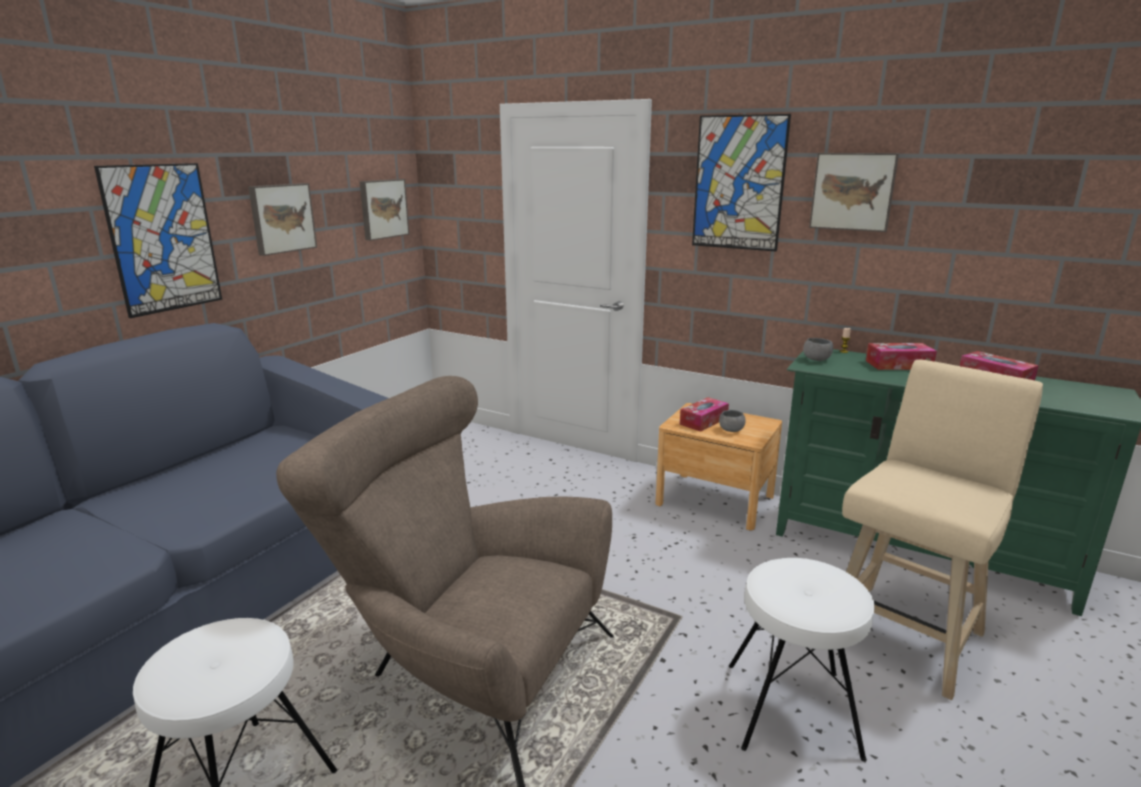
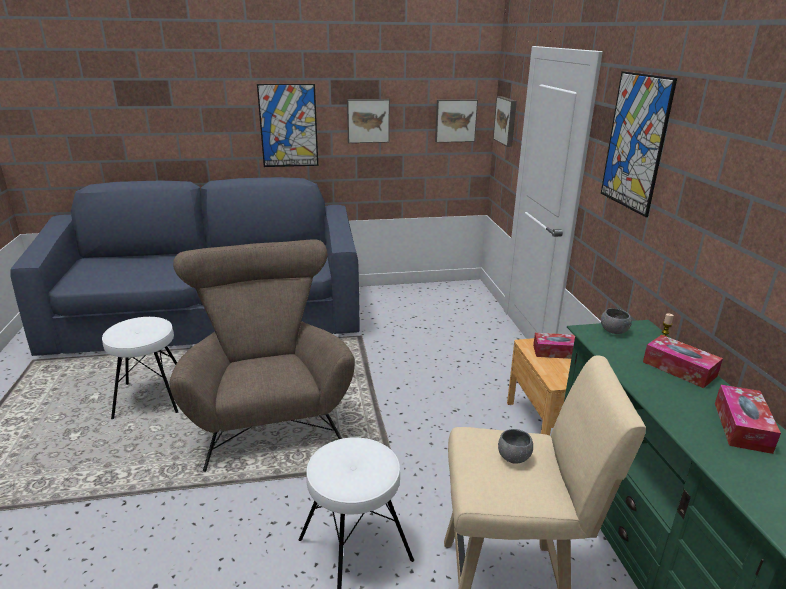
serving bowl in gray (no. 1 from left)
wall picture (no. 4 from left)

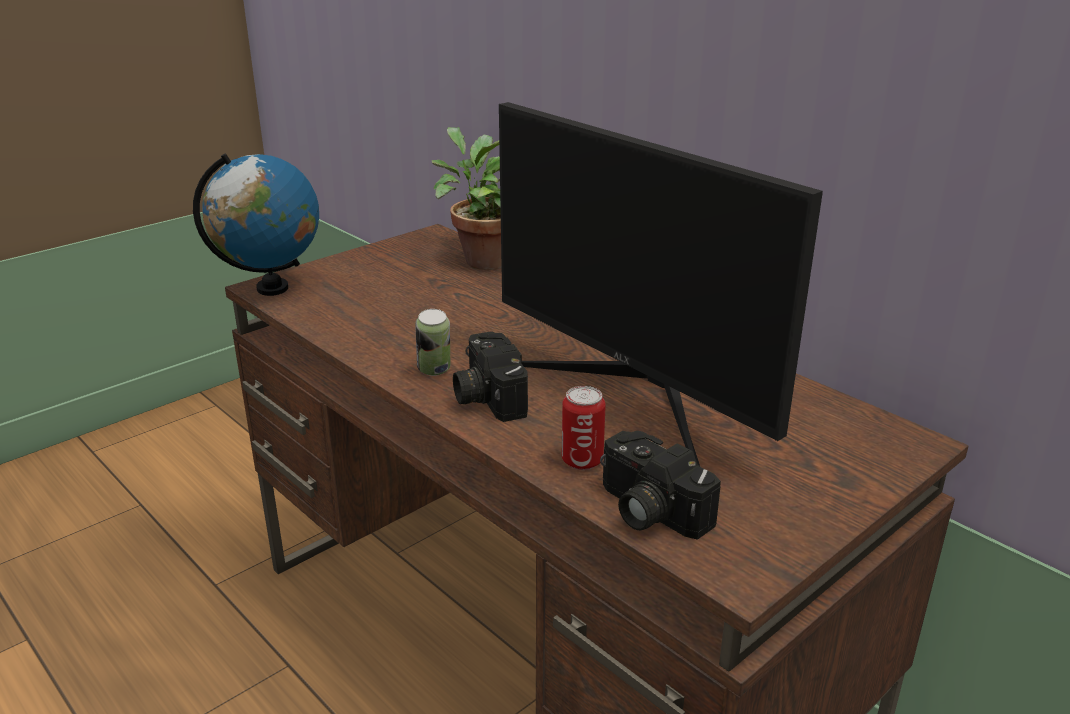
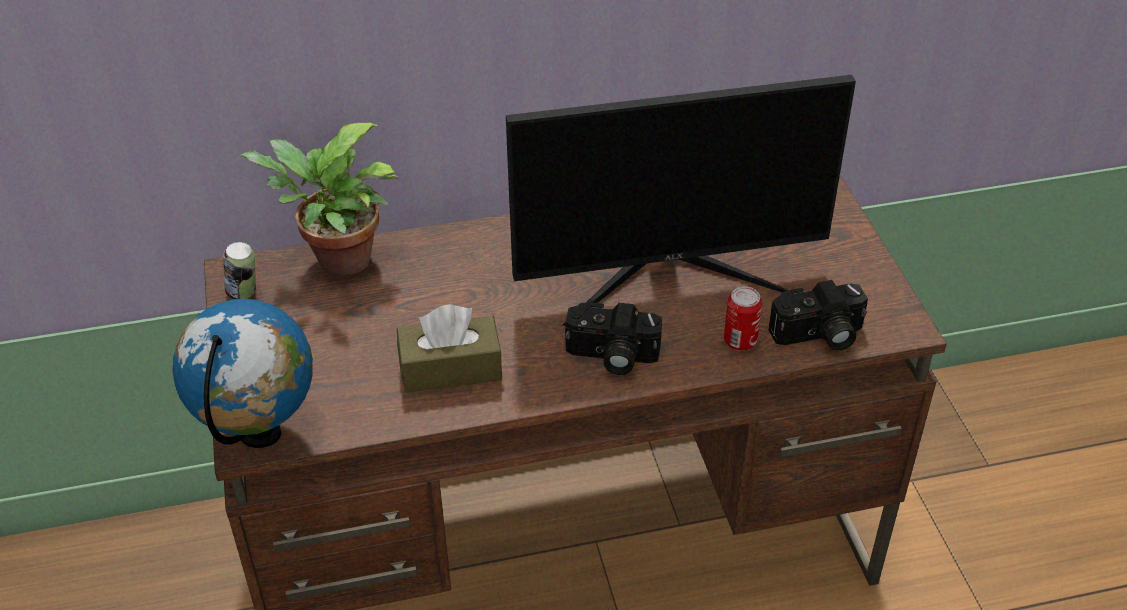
tissue box in brownish
metal can (no. 1 from left)

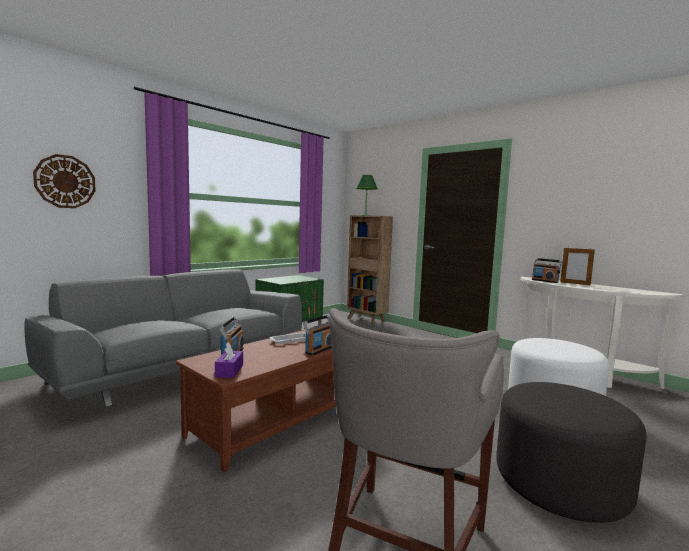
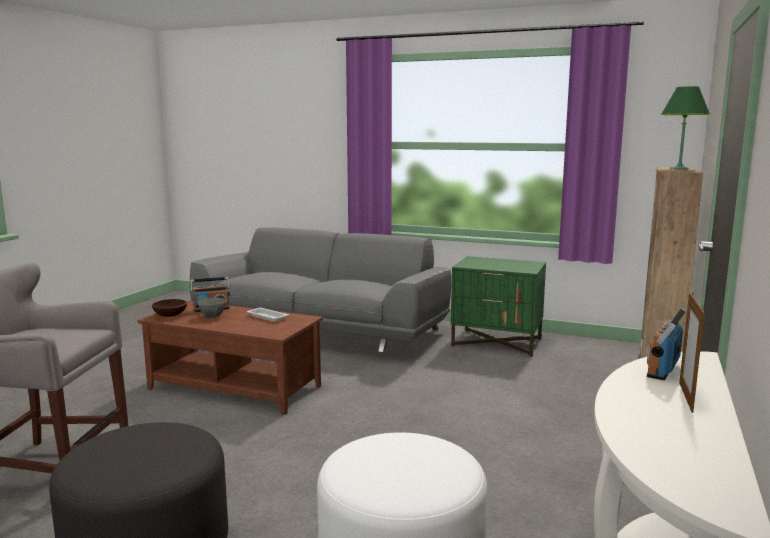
clock on the wall
radio (no. 2 from left in the first image)
serving bowl in gray
serving bowl in brownish

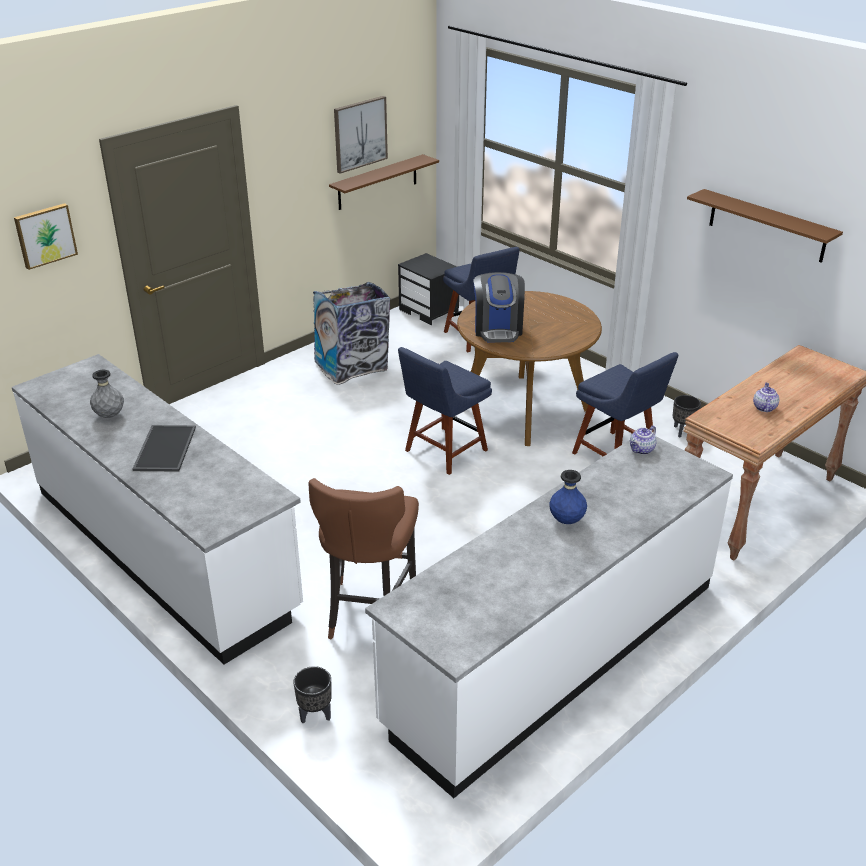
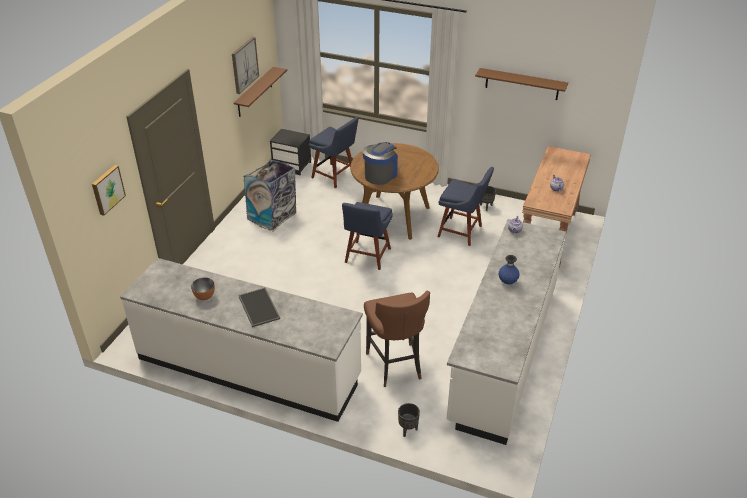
serving bowl
coffee machine

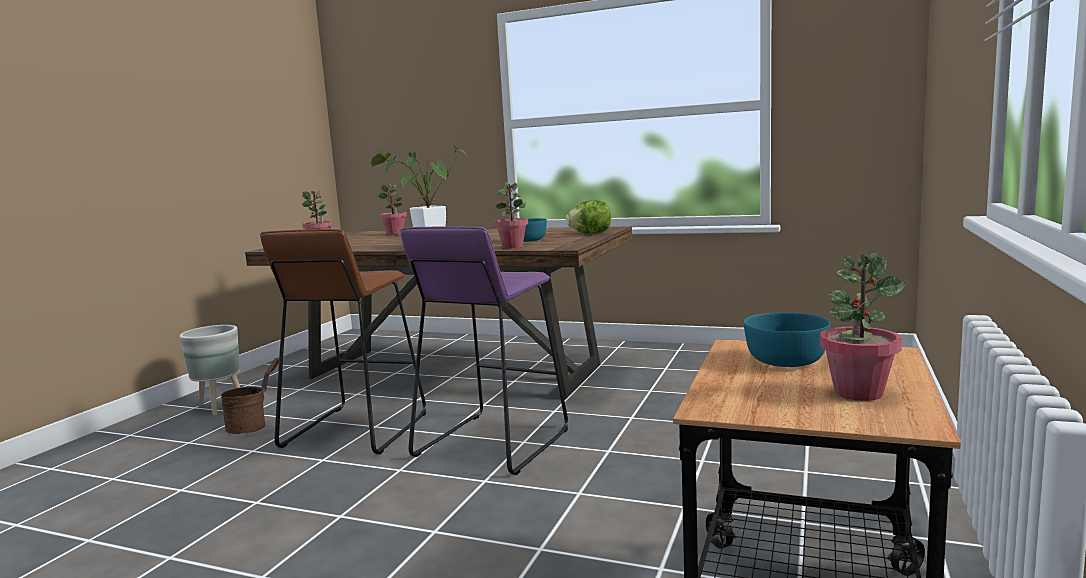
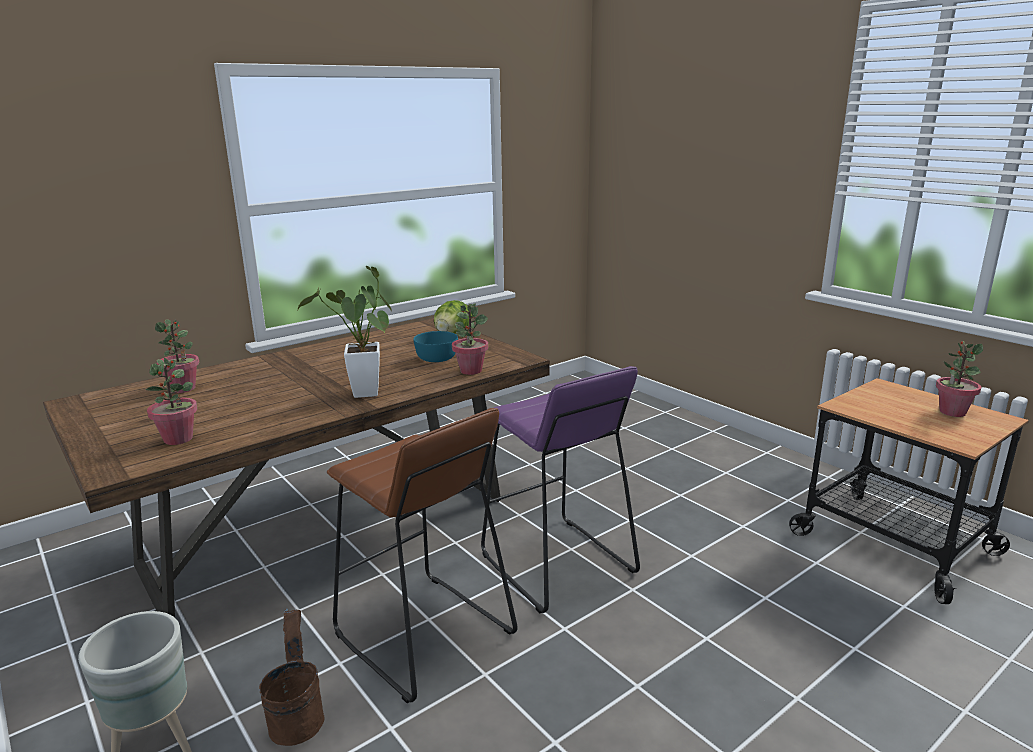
serving bowl in blue-green (no. 2 from left in the first image)

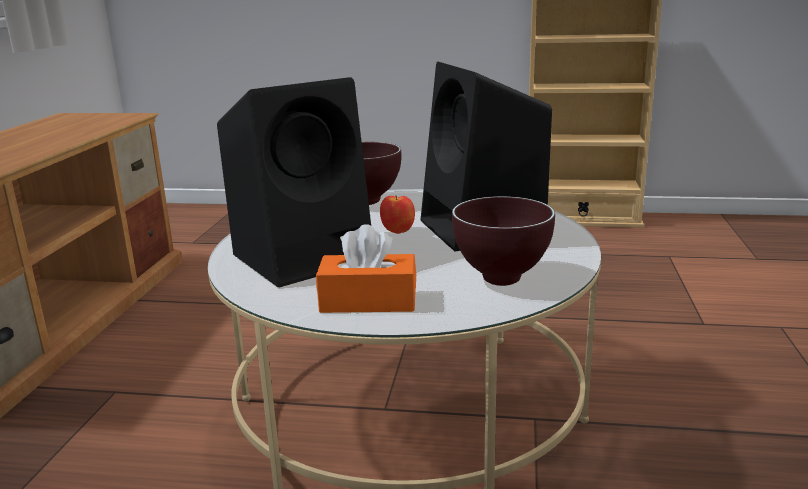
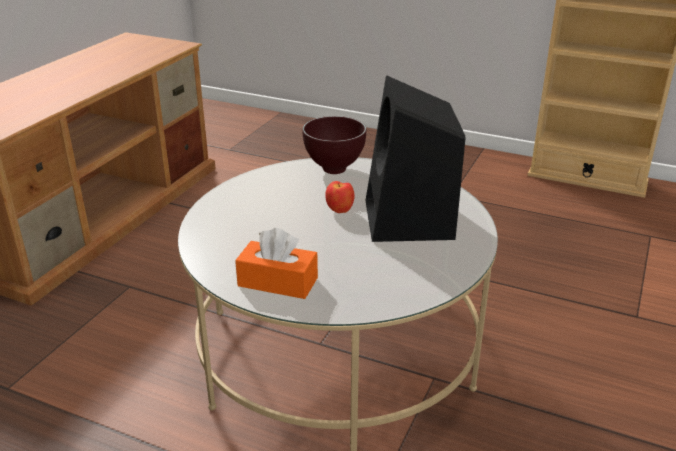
audio speaker in black-coloured (no. 1 from left in the first image)
serving bowl in brownish (no. 2 from left in the first image)

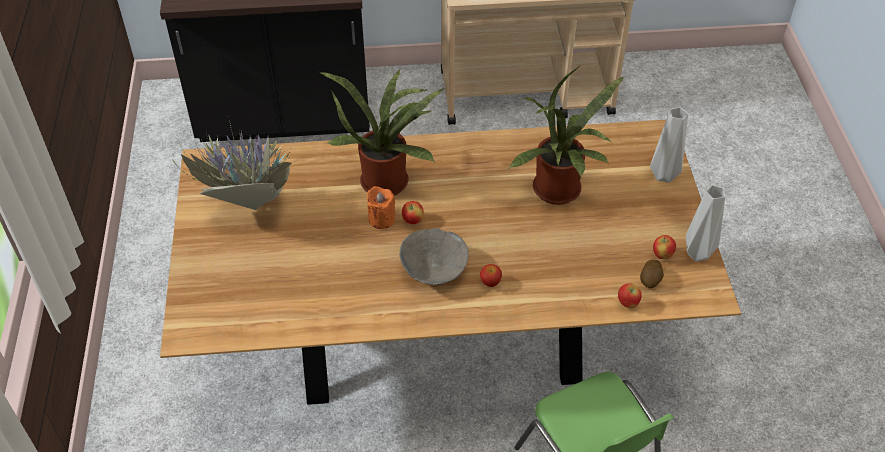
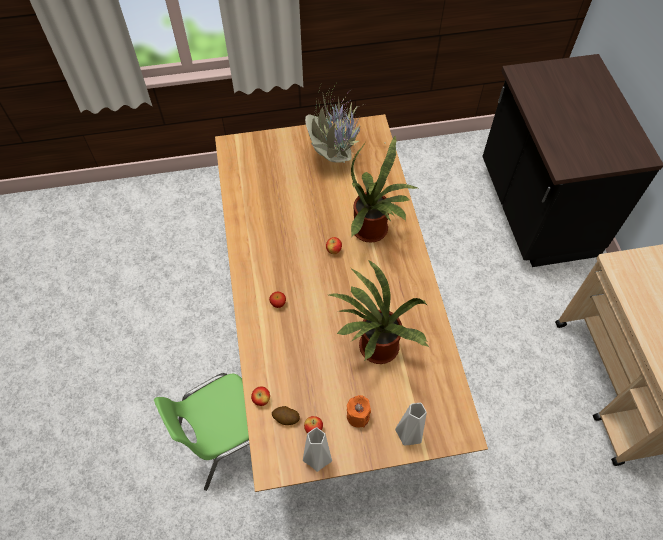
serving bowl in gray
wax light in orange

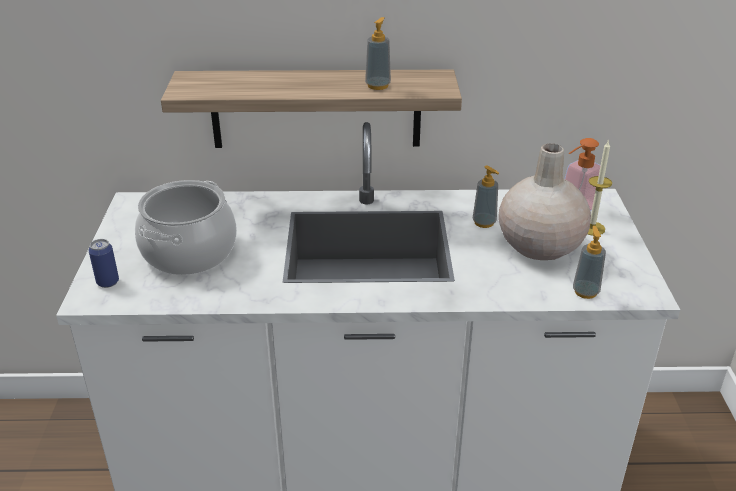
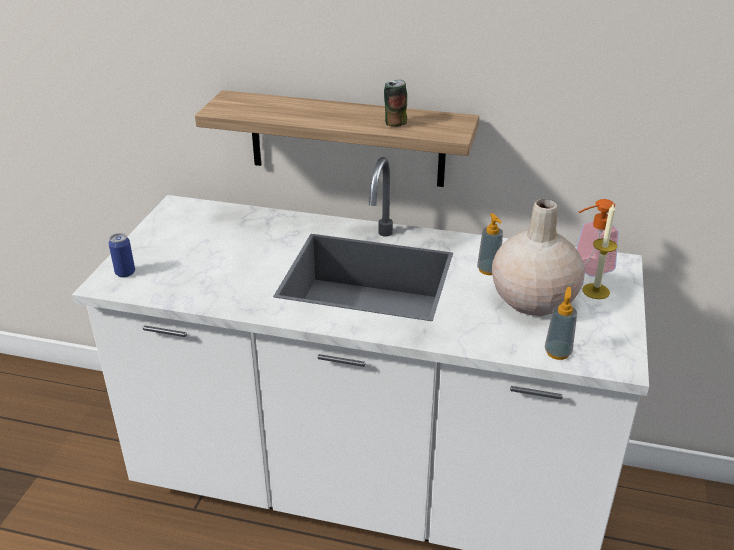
saucepot
metal can (no. 2 from left)

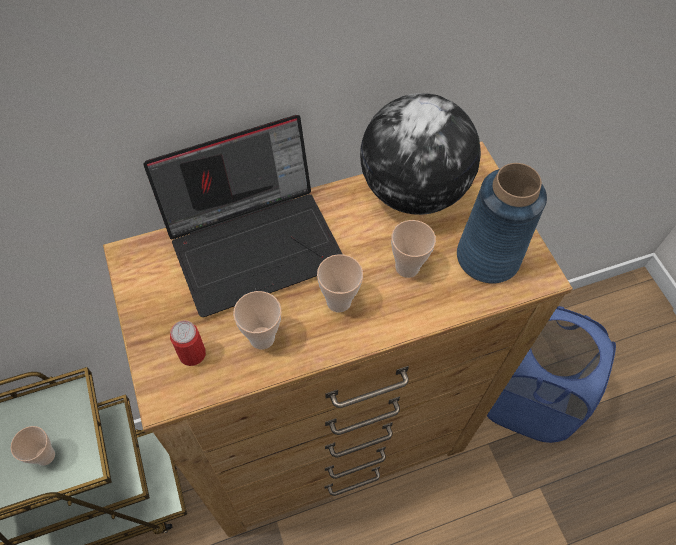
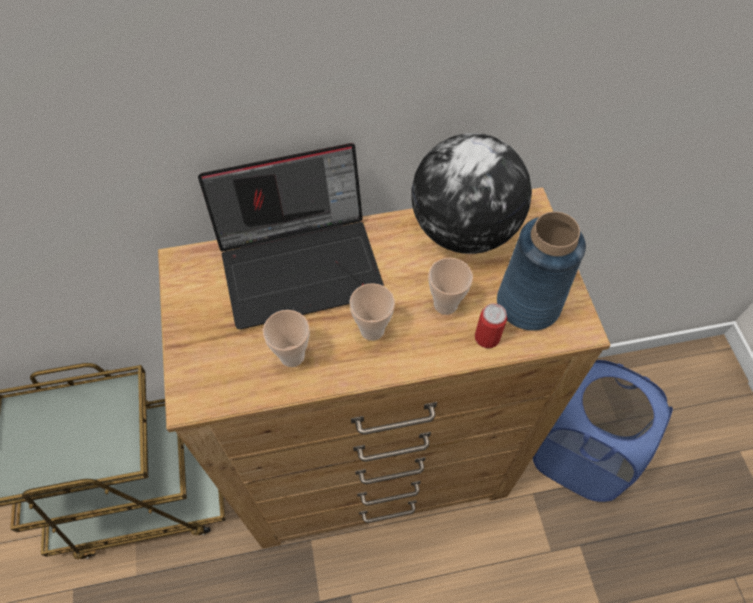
cup (no. 1 from left in the first image)
metal can

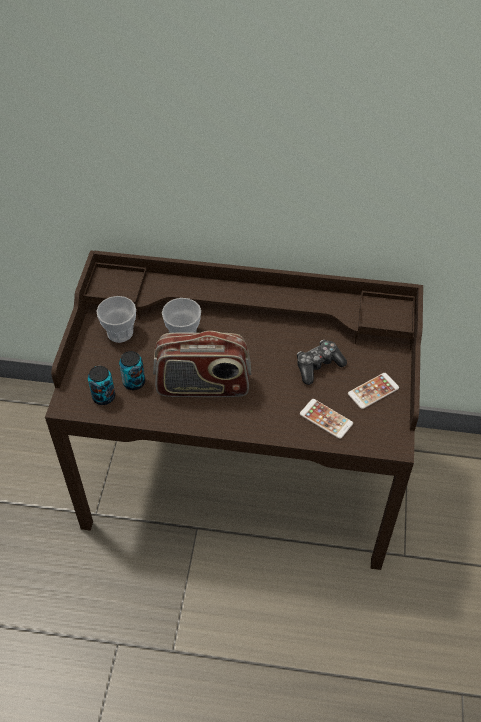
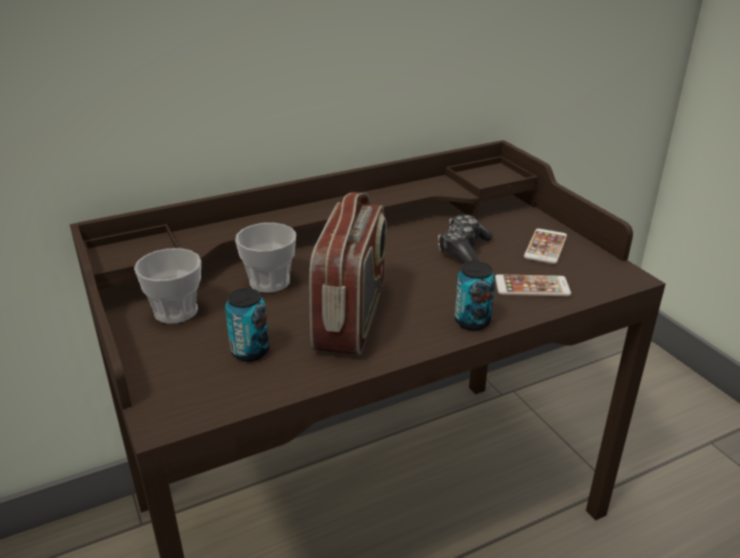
metal can (no. 2 from left)
radio

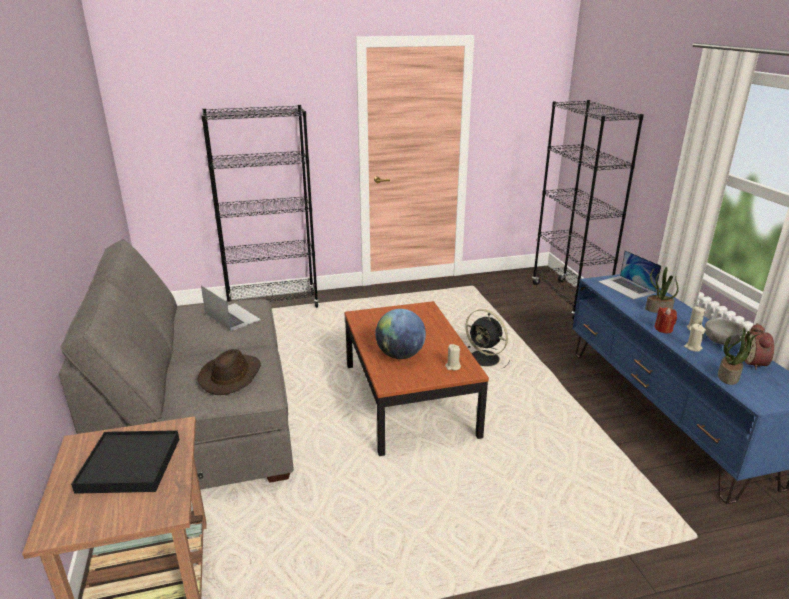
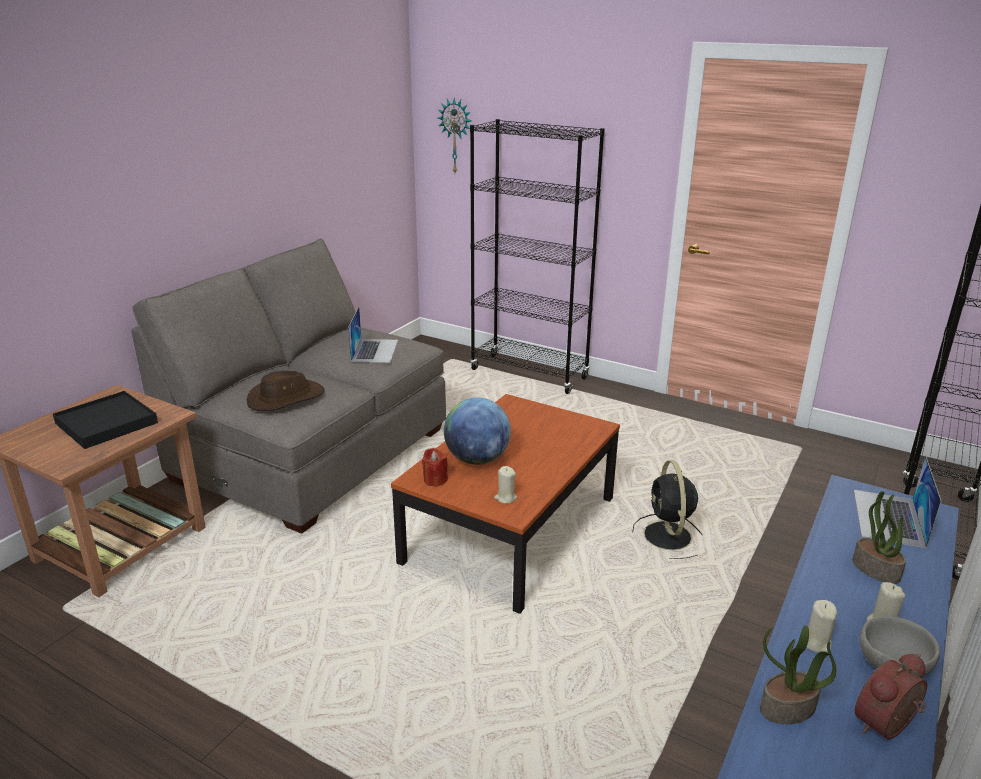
clock on the wall
wax light in red

